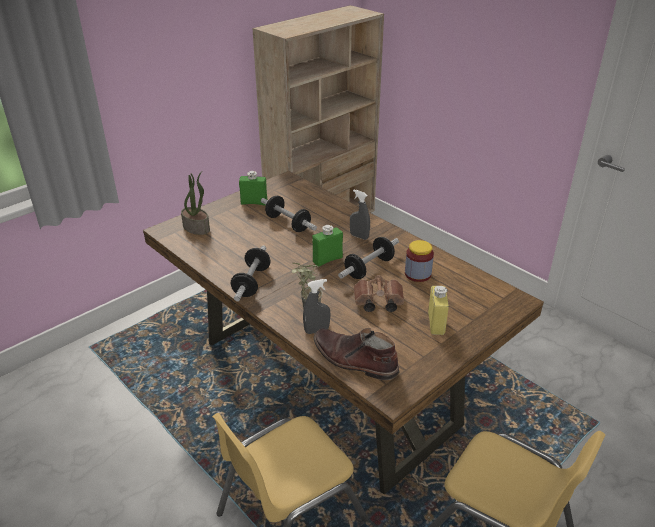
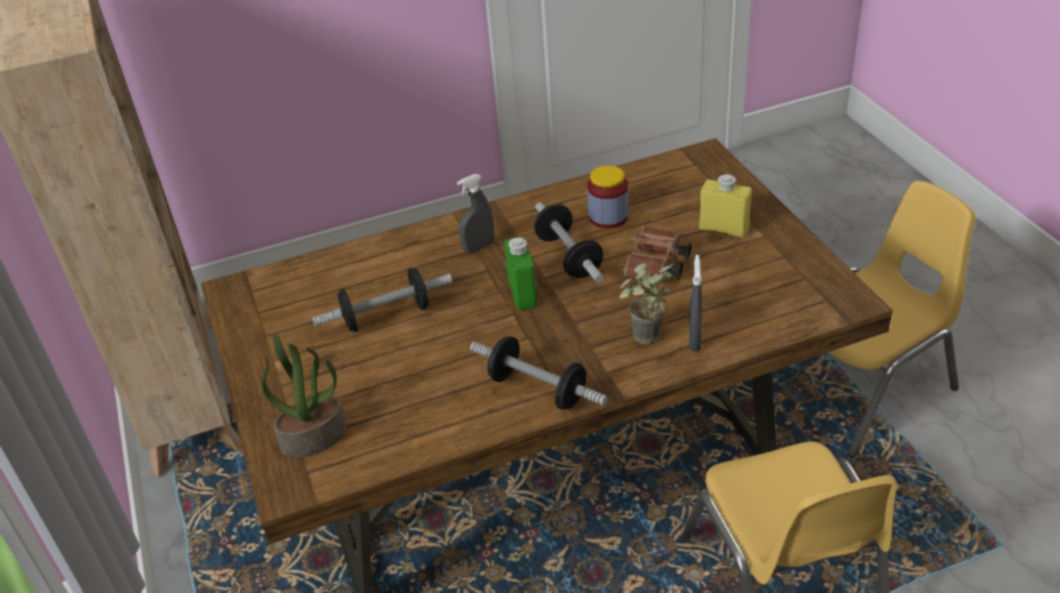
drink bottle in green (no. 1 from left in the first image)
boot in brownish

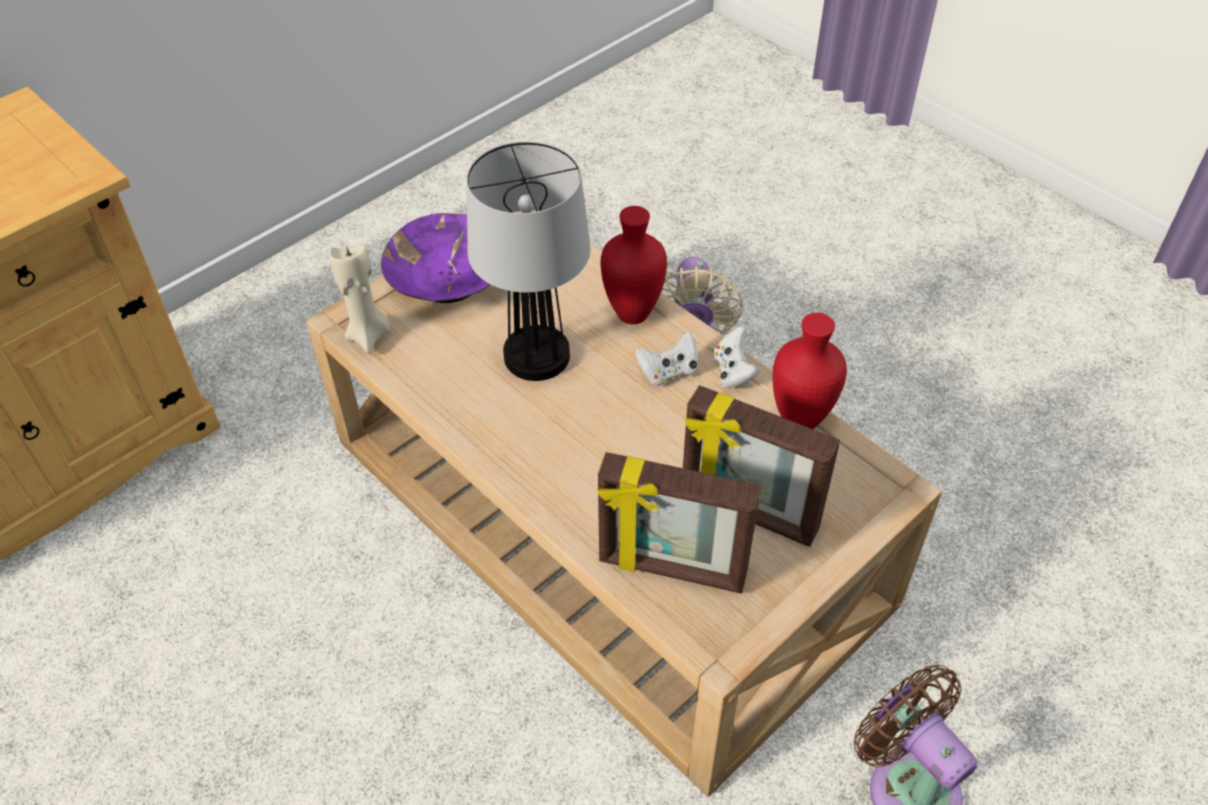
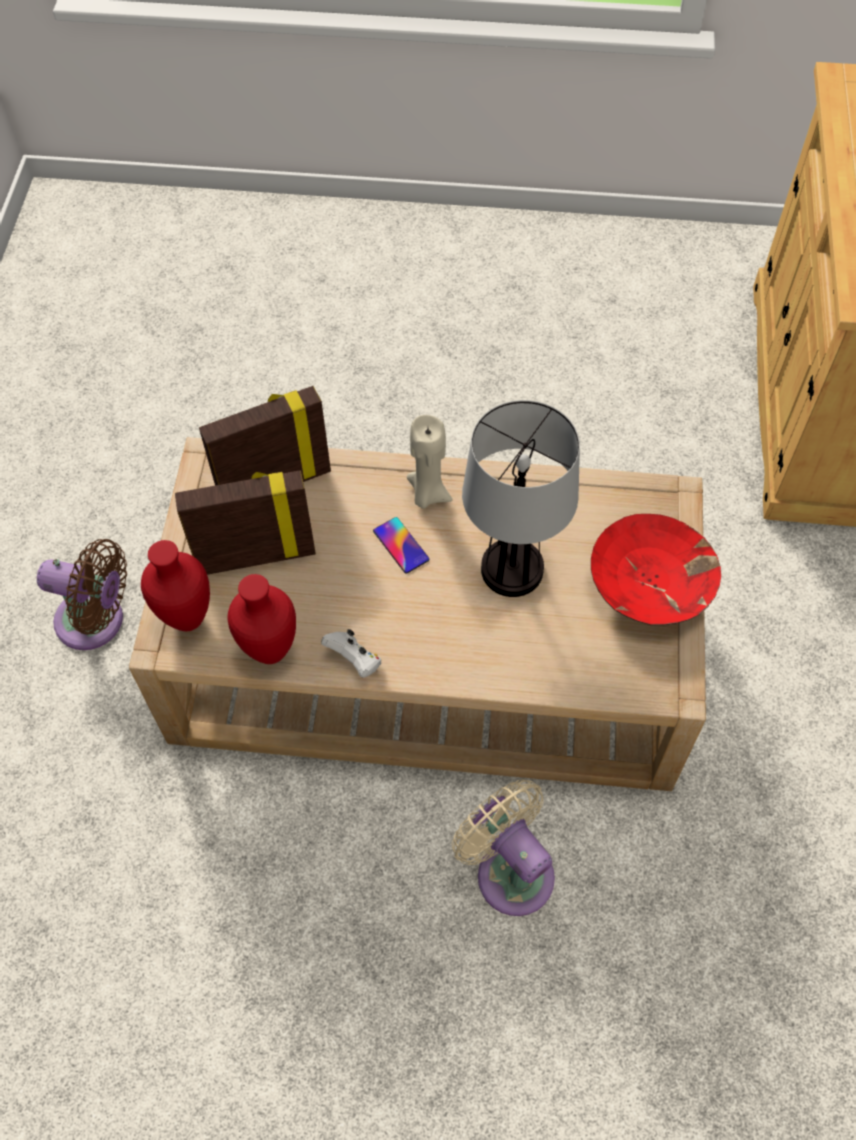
joypad in white (no. 1 from left in the first image)
phone
wax light in beige
decorative vase in red (no. 1 from left)
serving bowl in red

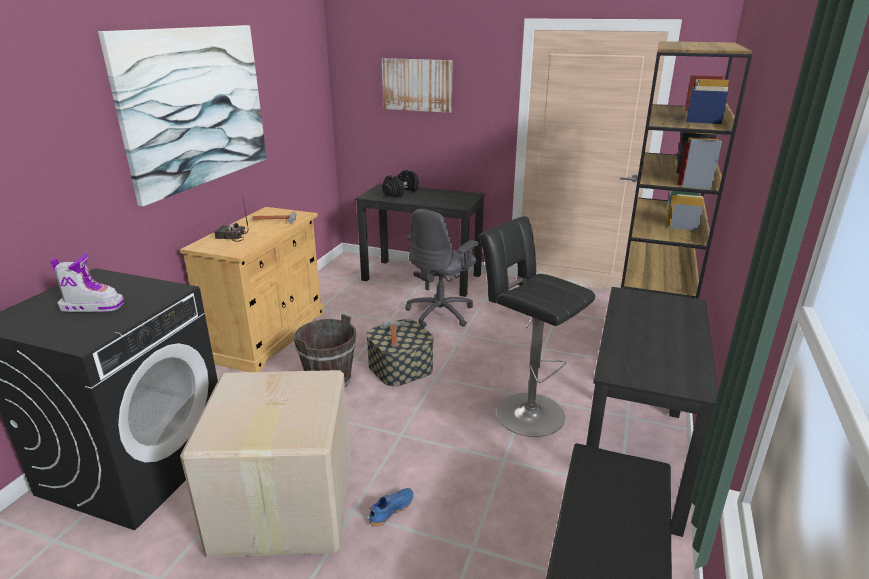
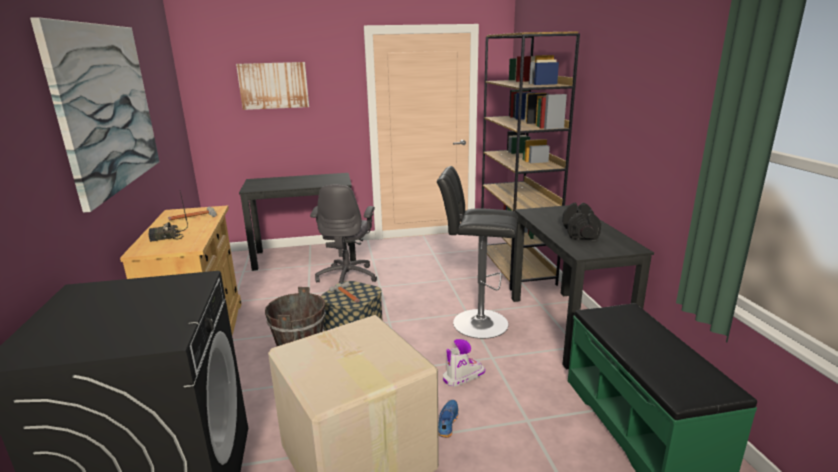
boot
free weight in black-coloured

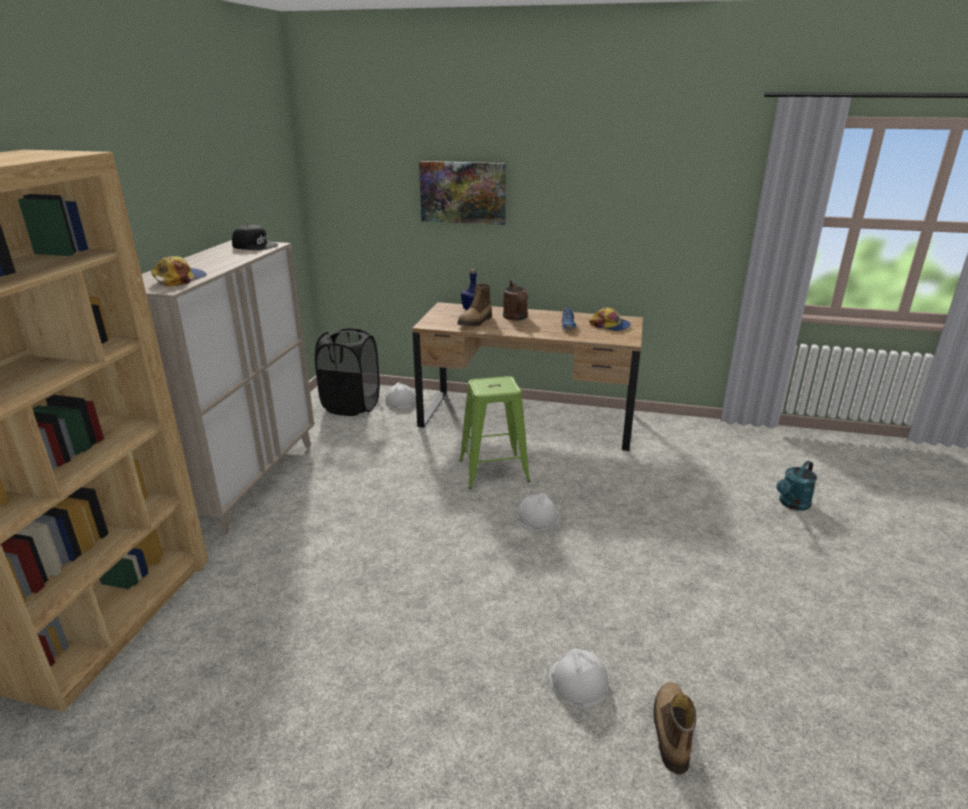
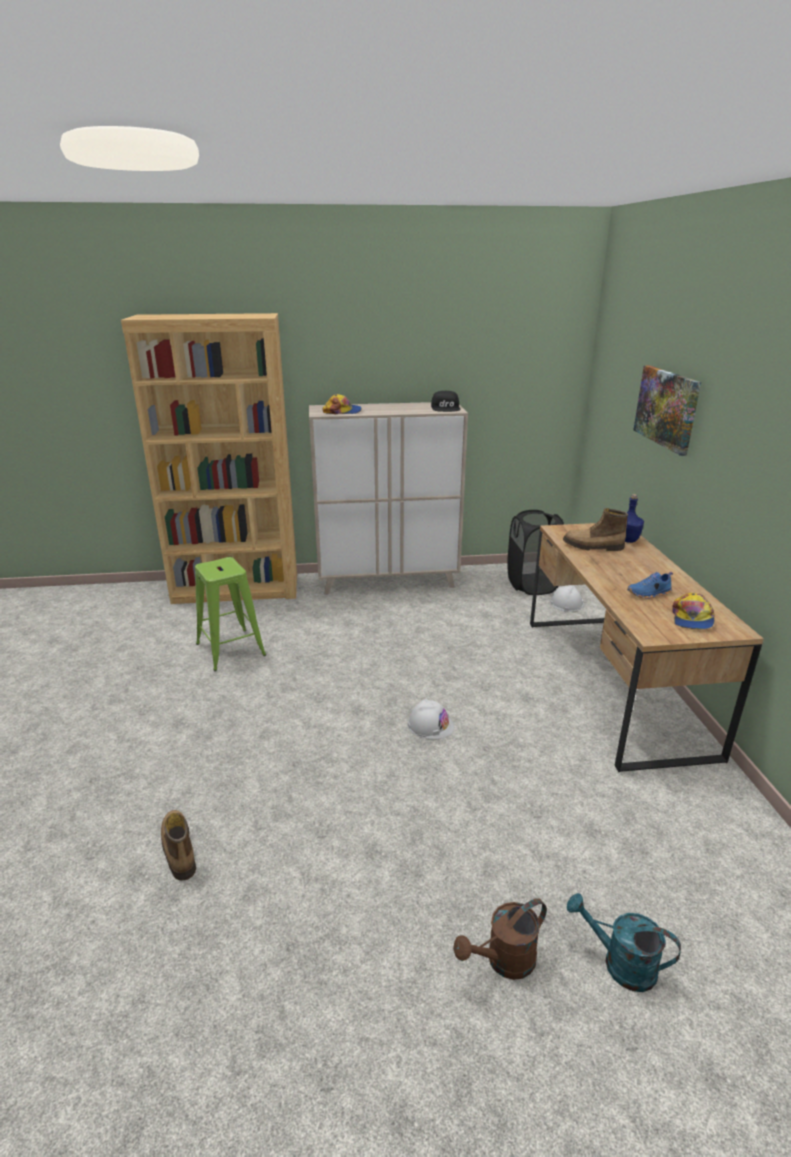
safety helmet in white (no. 3 from left in the first image)
stool in green
sprinkling can in brownish
boot (no. 1 from left)

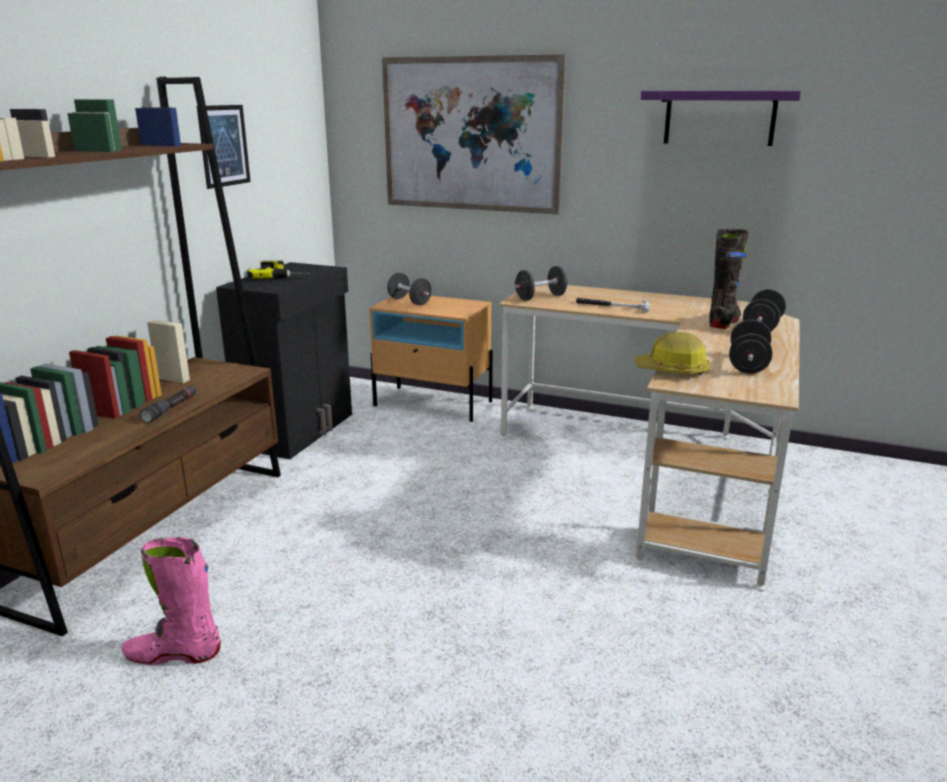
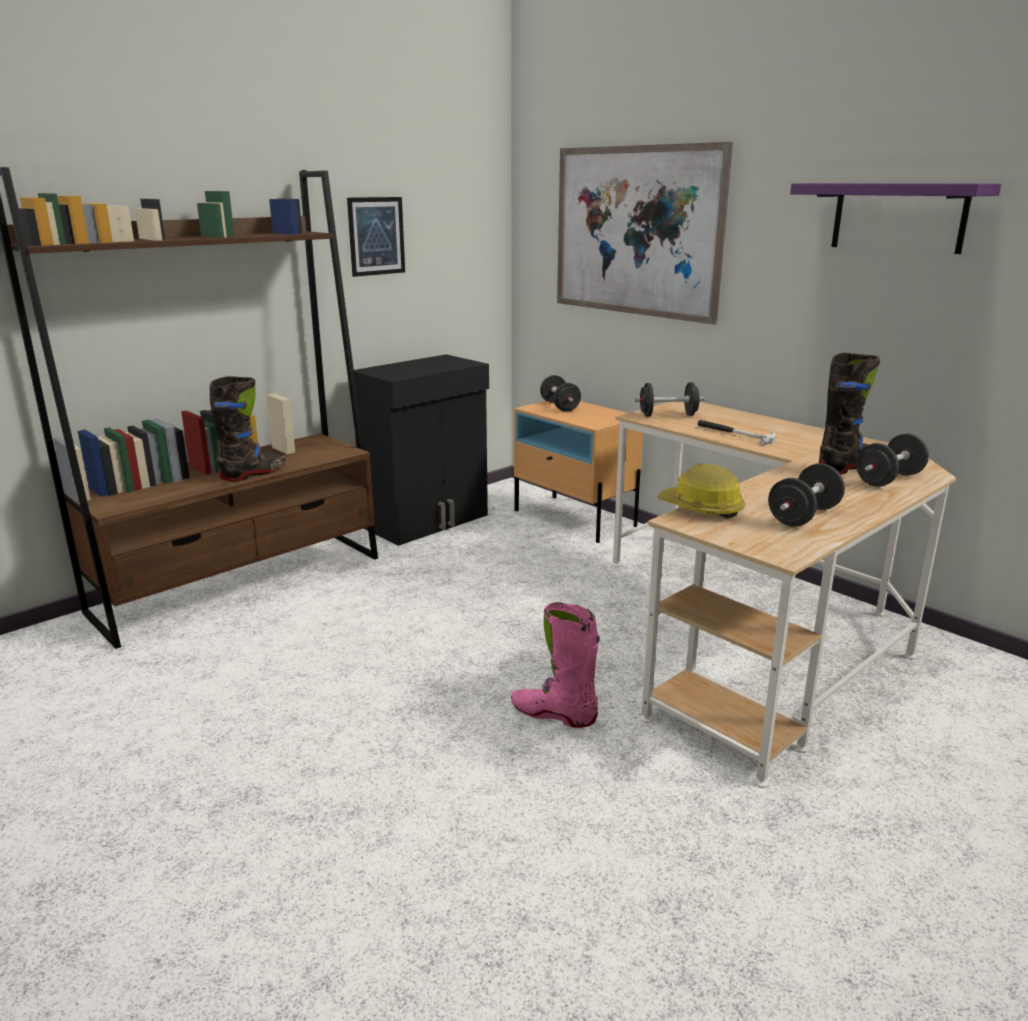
power drill
boot in pink-coloured
boot in black-coloured (no. 1 from left)

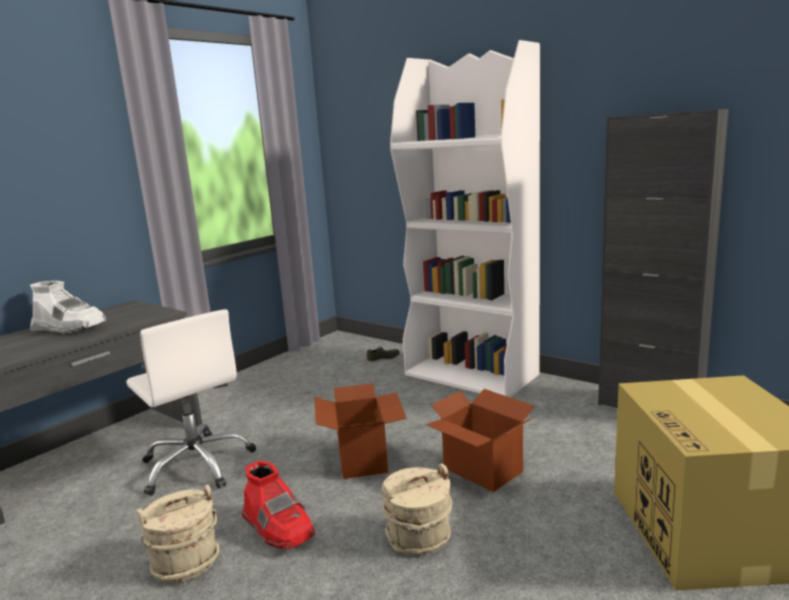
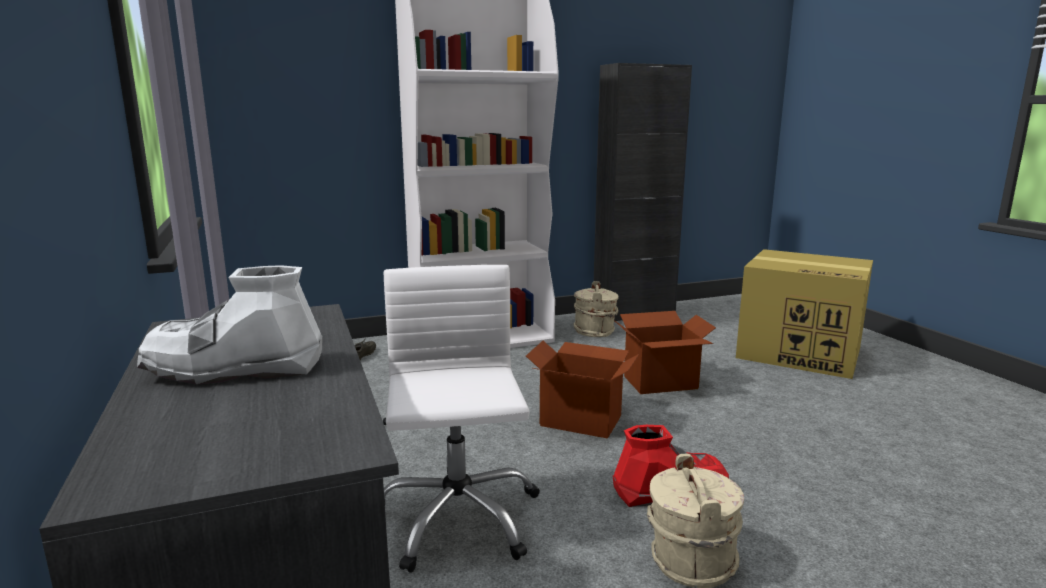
pail in beige (no. 1 from left)
boot in white
office chair in white

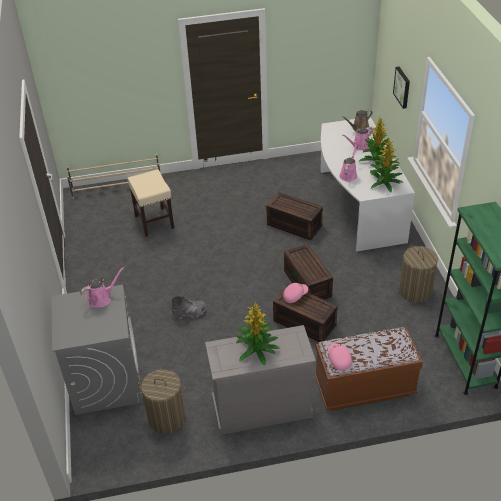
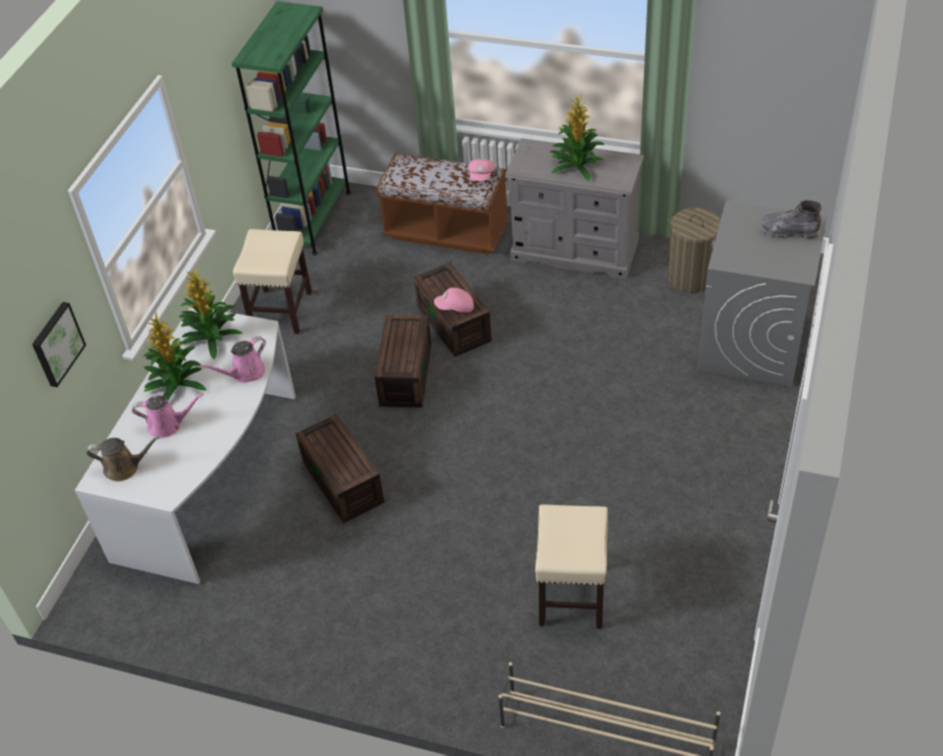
sprinkling can in pink-coloured (no. 1 from left in the first image)
boot in gray
stool in beige (no. 1 from left)

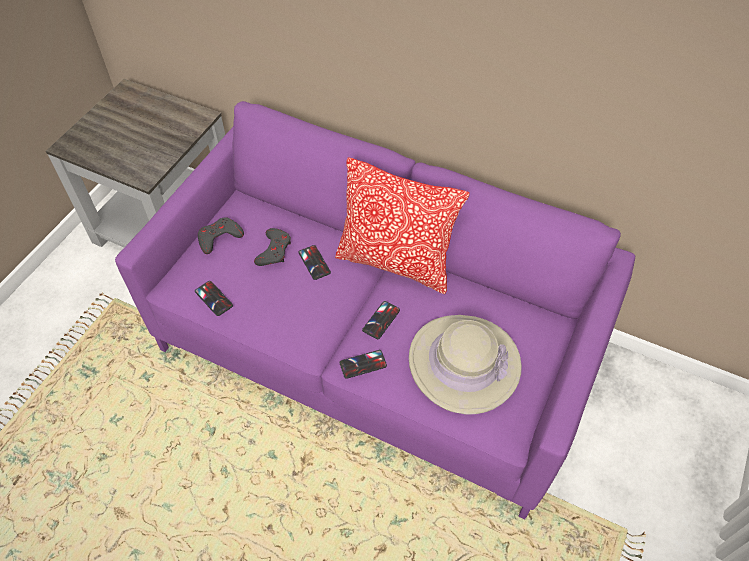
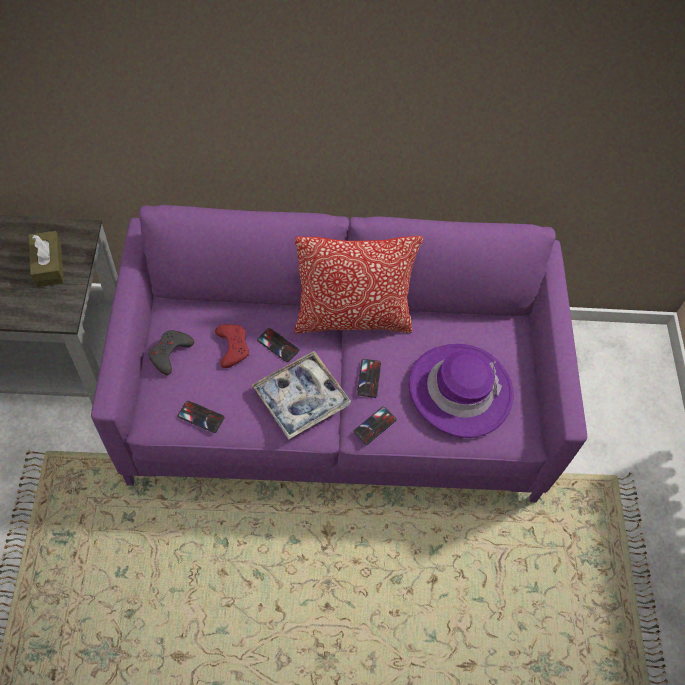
tissue box in brownish
serving tray
joypad in red
hat in purple-coloured

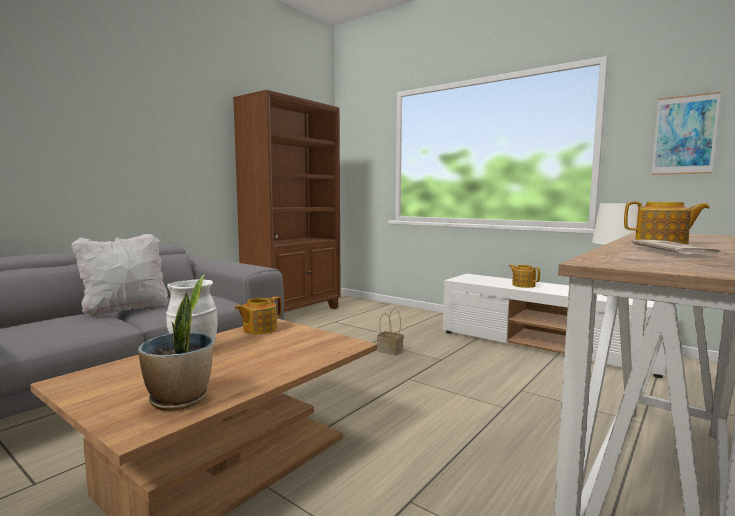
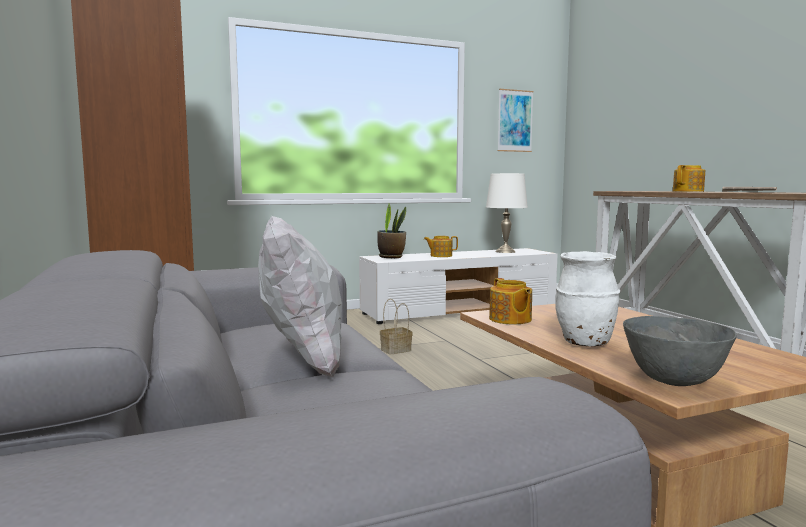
serving bowl in gray
houseplant

